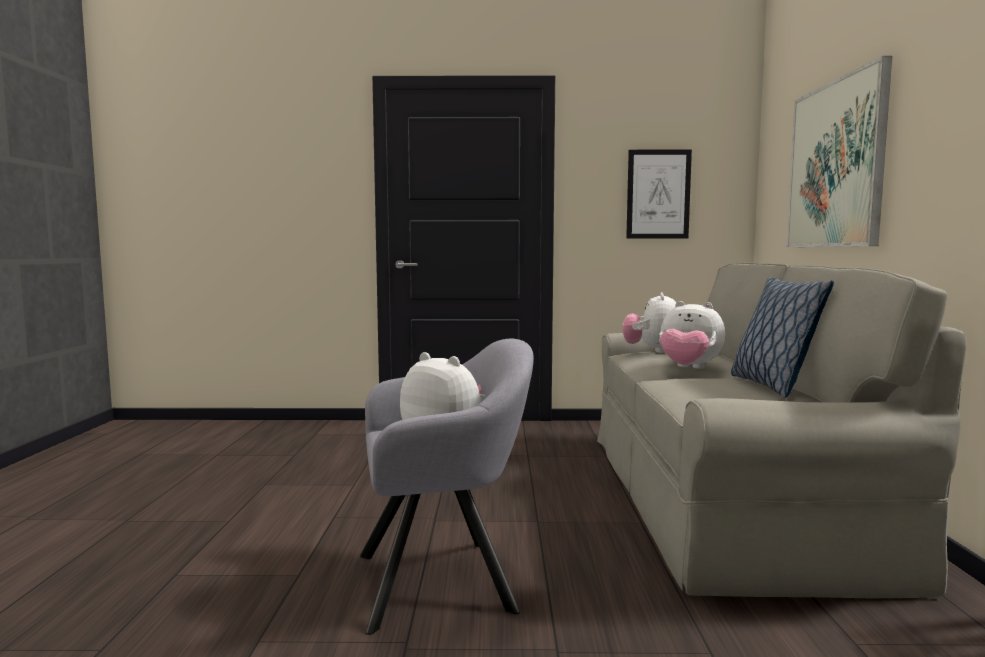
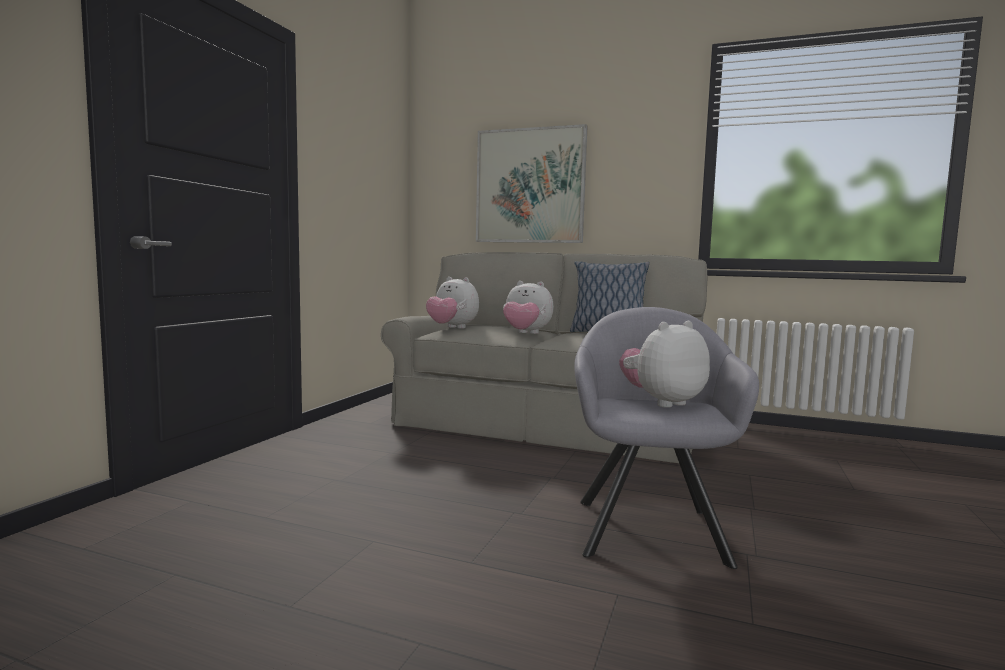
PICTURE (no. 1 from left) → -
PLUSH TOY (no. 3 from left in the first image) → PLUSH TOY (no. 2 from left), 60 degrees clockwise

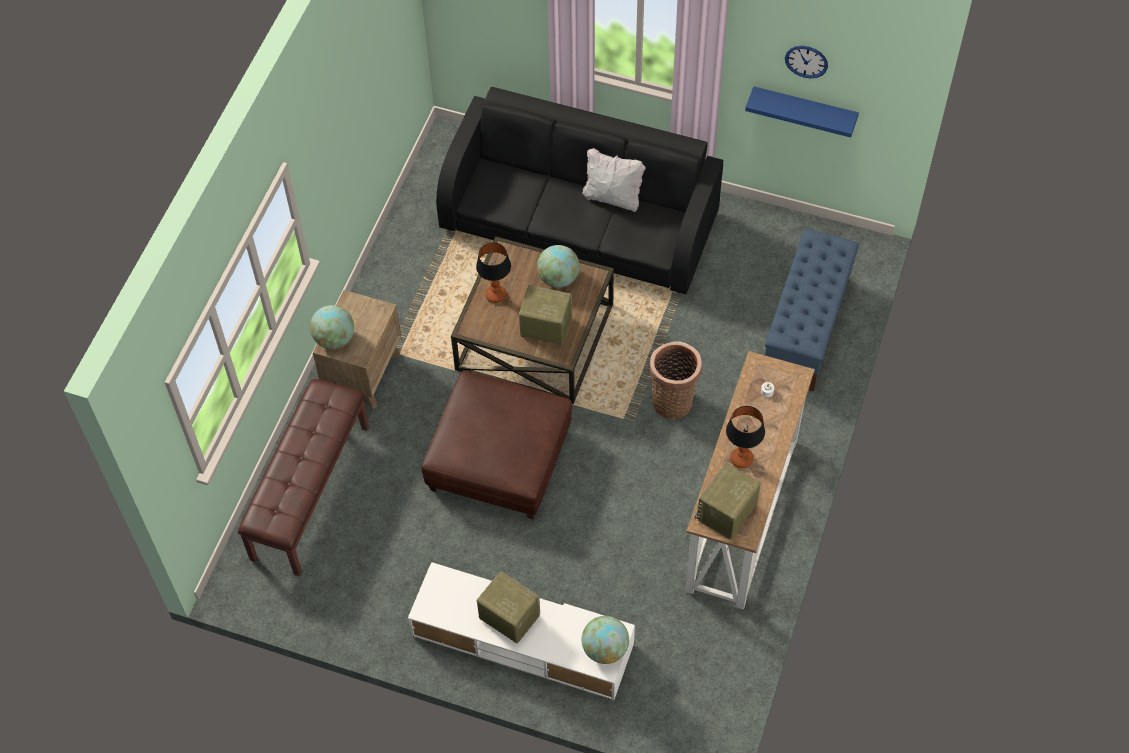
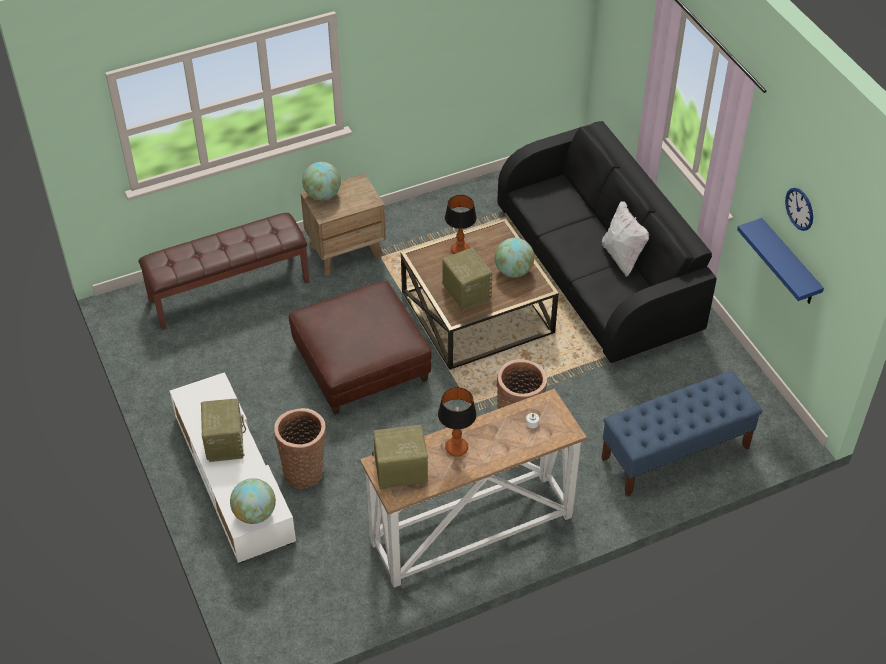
- → BASKET (no. 1 from left)

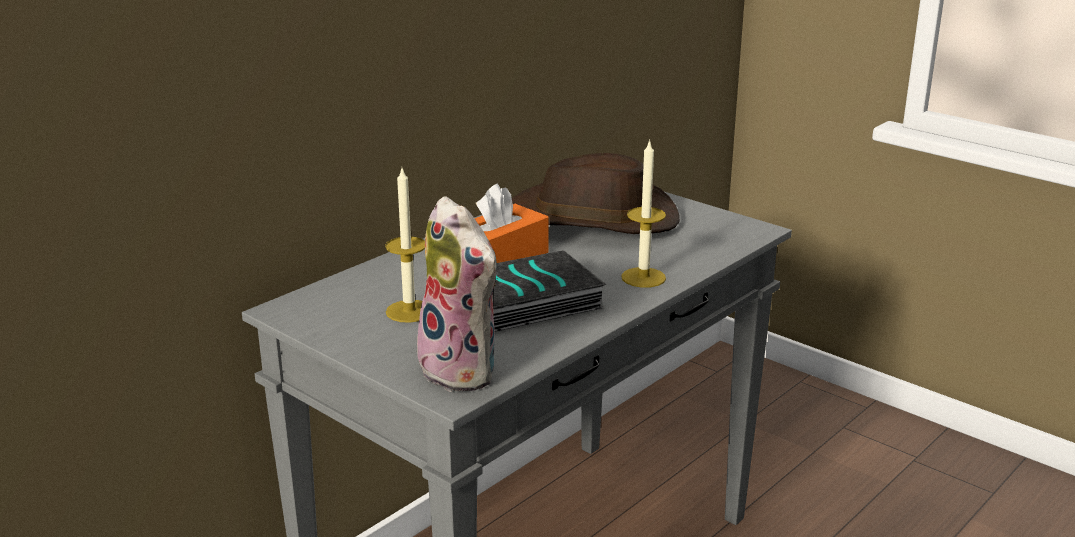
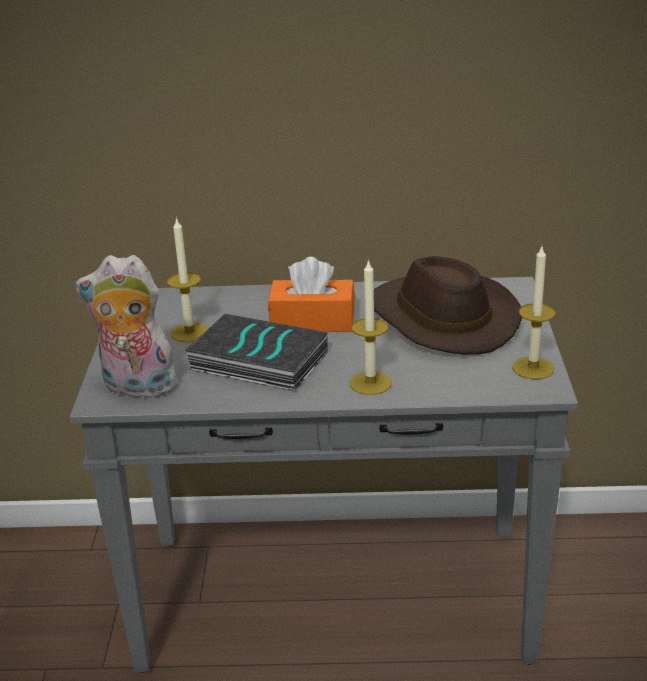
PLUSH TOY, 90 degrees clockwise
- → CANDLE (no. 3 from left)

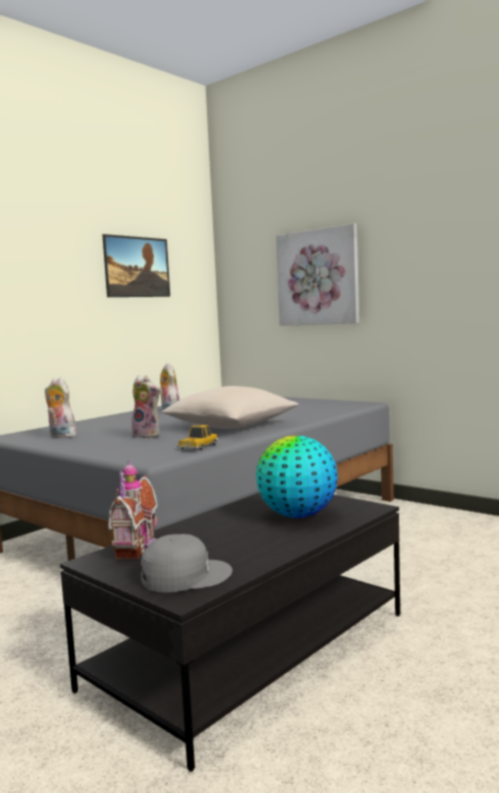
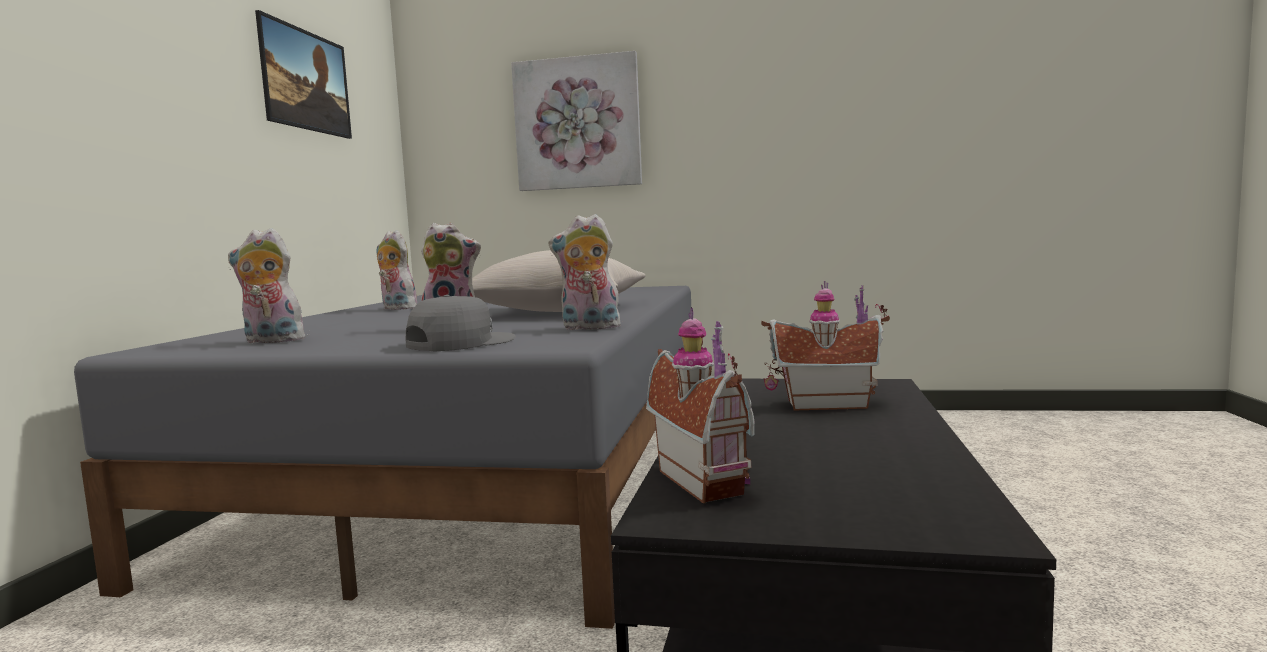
GREY CAP, shifted
TOY CAR → PLUSH TOY (no. 4 from left)
GLOBE → TOY HOUSE (no. 2 from left)

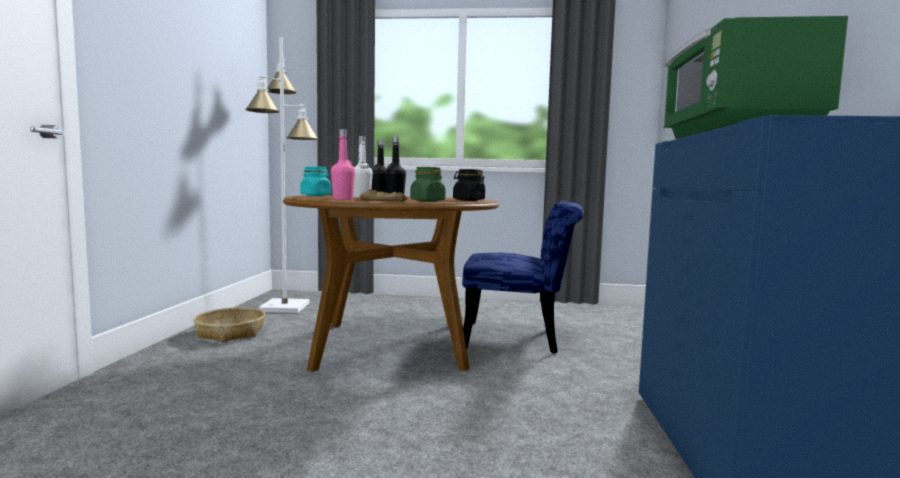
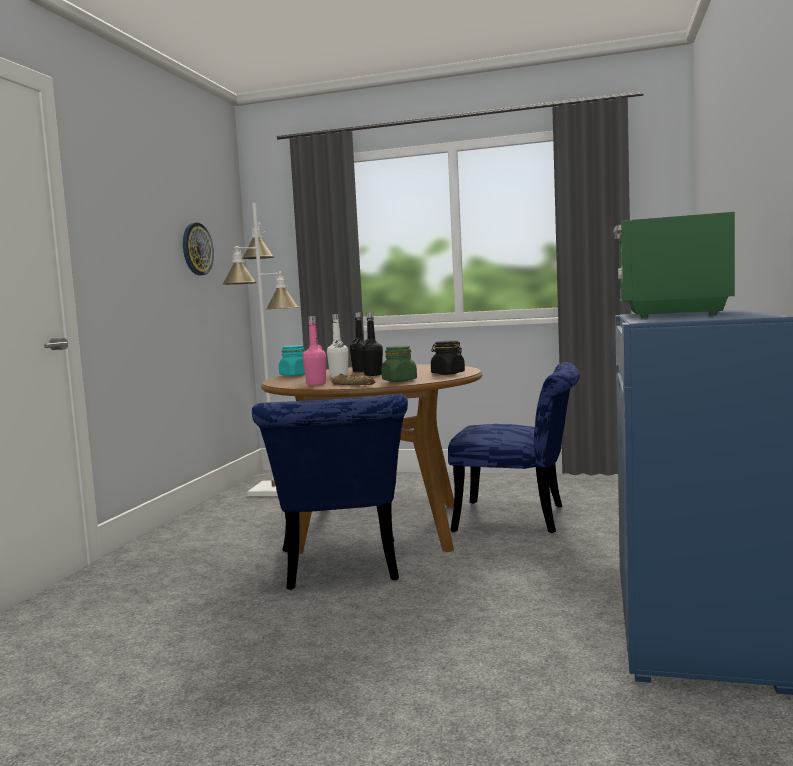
BASKET → -
- → WALL CLOCK
- → BLUE CHAIR (no. 1 from left)

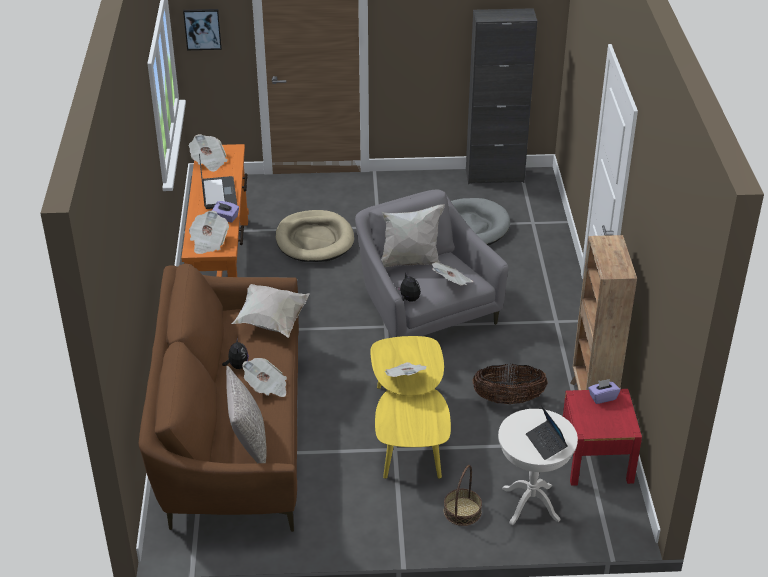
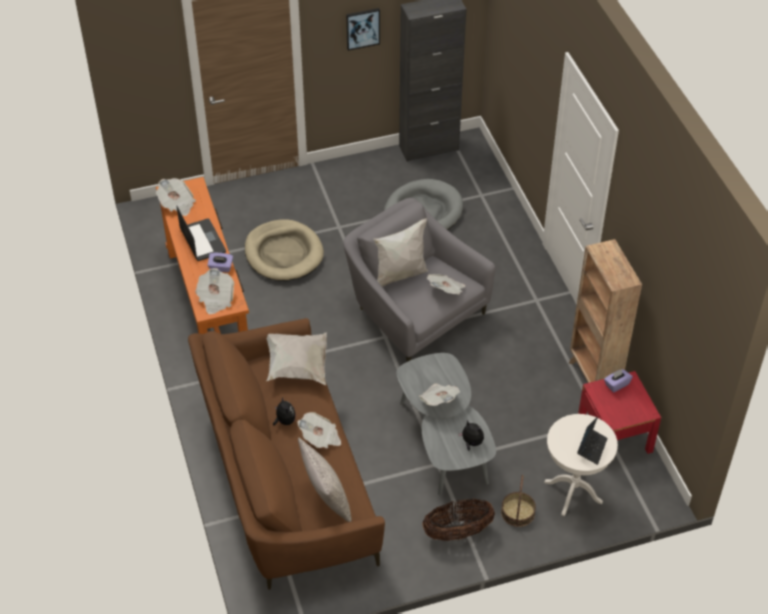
PICTURE, shifted
YELLOW COFFEE TABLE → GREY COFFEE TABLE
PLUSH TOY (no. 2 from left), shifted
BASKET (no. 2 from left in the first image) → BASKET (no. 1 from left), shifted
LAPTOP (no. 2 from left), 120 degrees counterclockwise

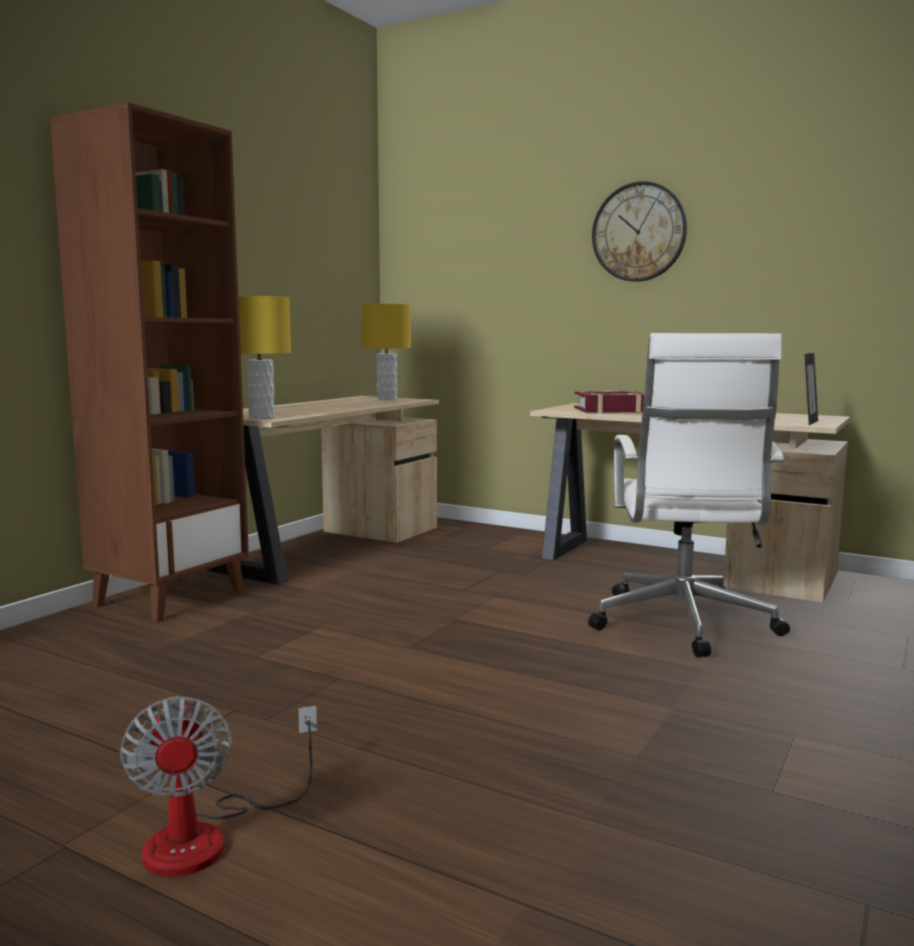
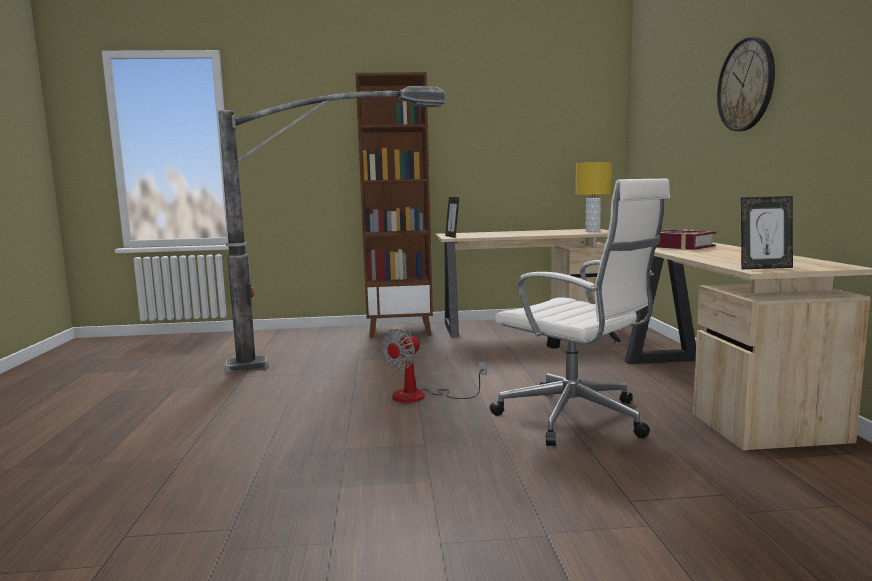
FAN, shifted
YELLOW TABLE LAMP (no. 1 from left) → PICTURE FRAME (no. 1 from left)
WHITE OFFICE CHAIR, 105 degrees counterclockwise
- → FLOOR LAMP

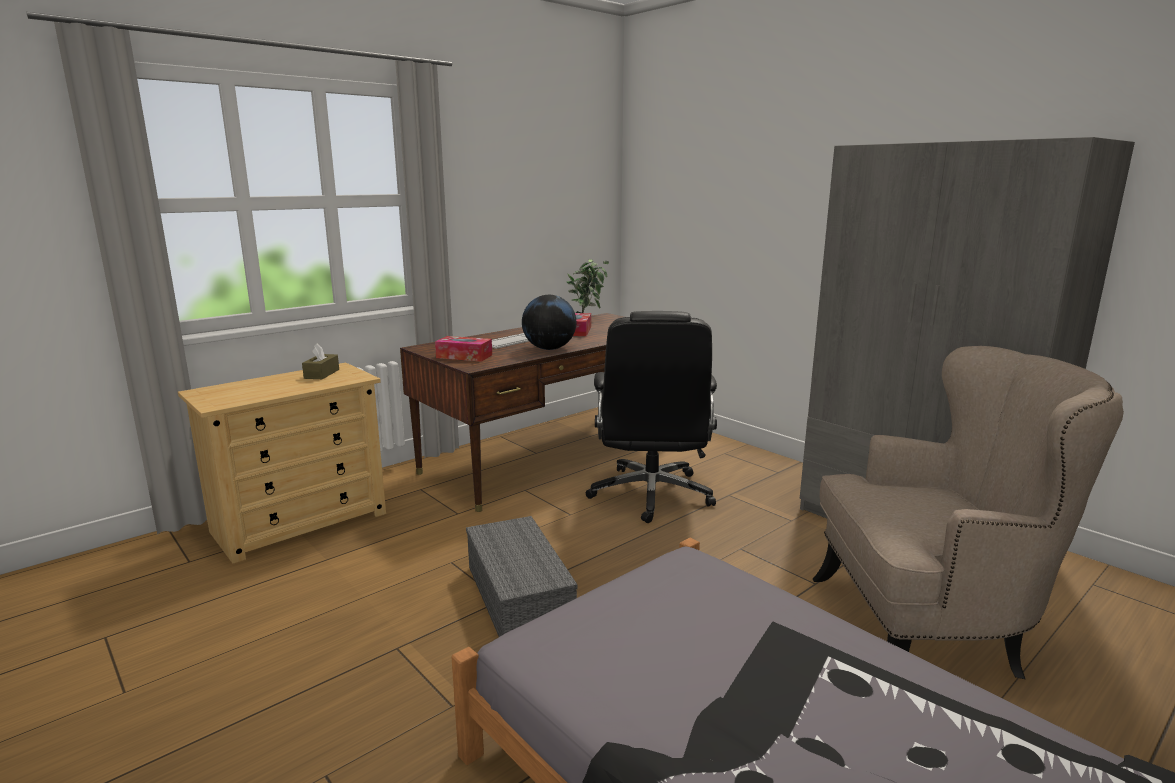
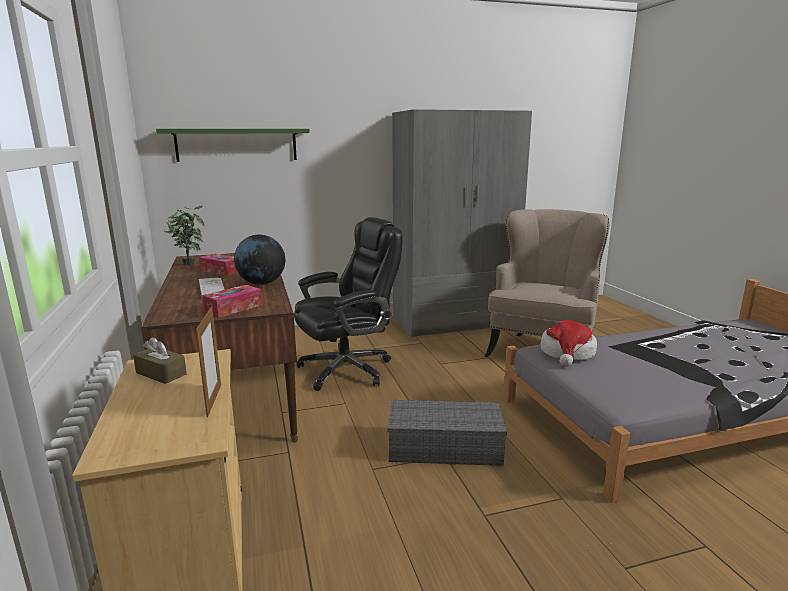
BLACK OFFICE CHAIR, 60 degrees counterclockwise
- → GREEN SHELF
- → PICTURE FRAME
- → HAT

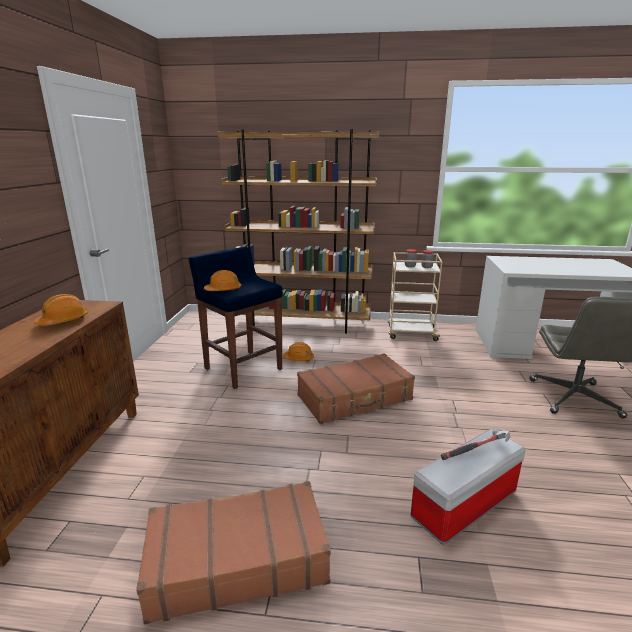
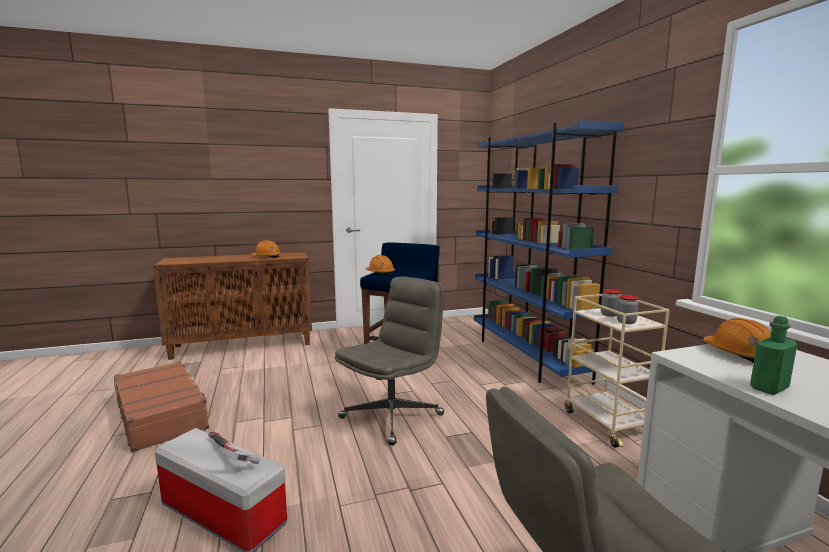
BROWN BOOKCASE → BLUE BOOKCASE
ORANGE HARD HAT (no. 3 from left), shifted
BROWN SUITCASE (no. 2 from left) → GREY OFFICE CHAIR (no. 1 from left)
- → GREEN BOTTLE

